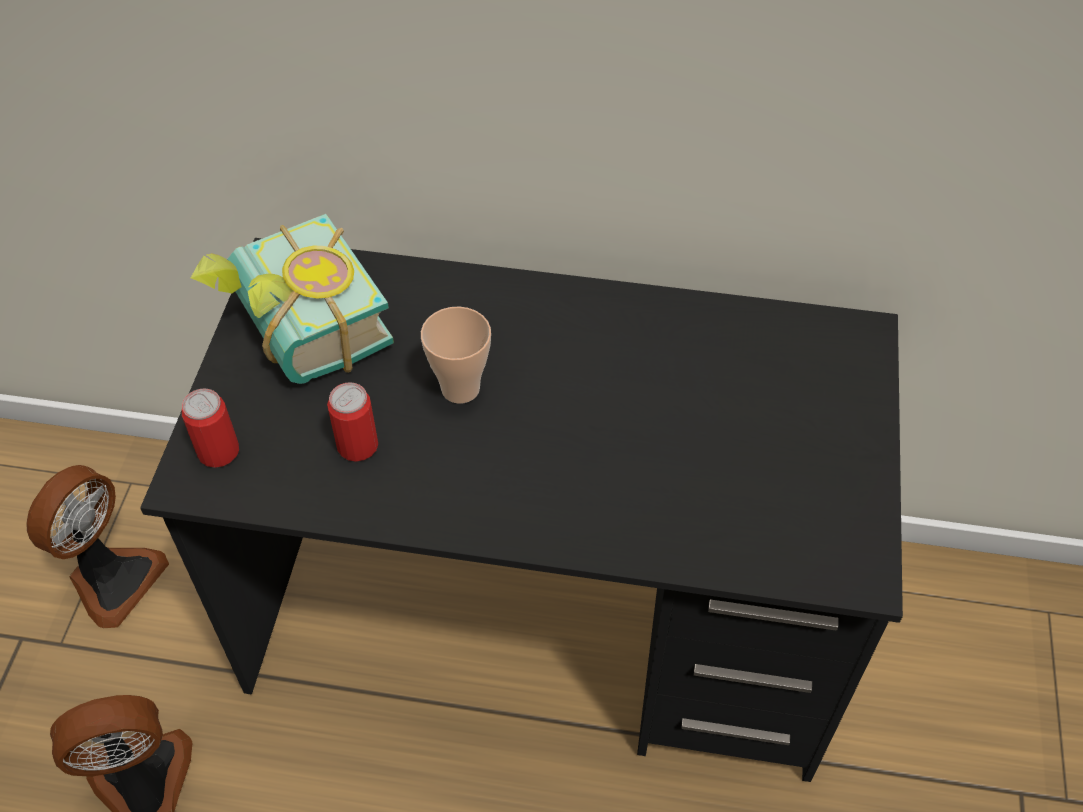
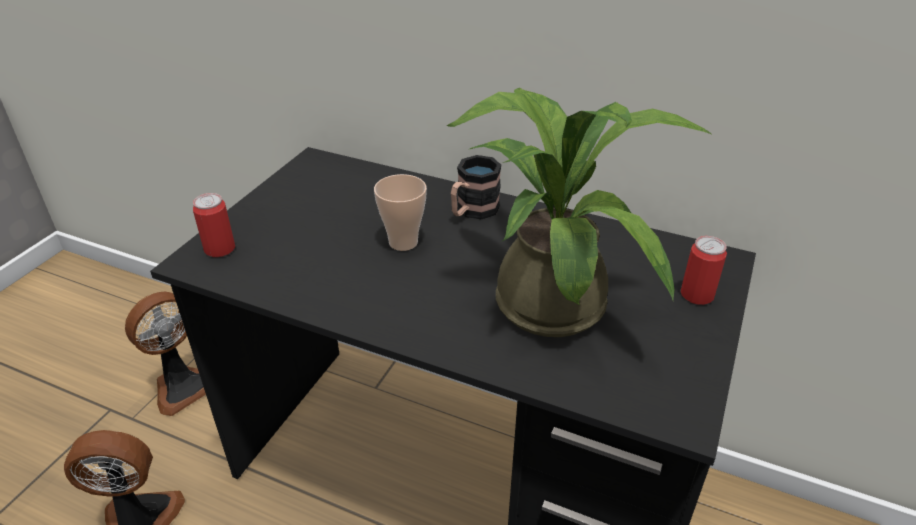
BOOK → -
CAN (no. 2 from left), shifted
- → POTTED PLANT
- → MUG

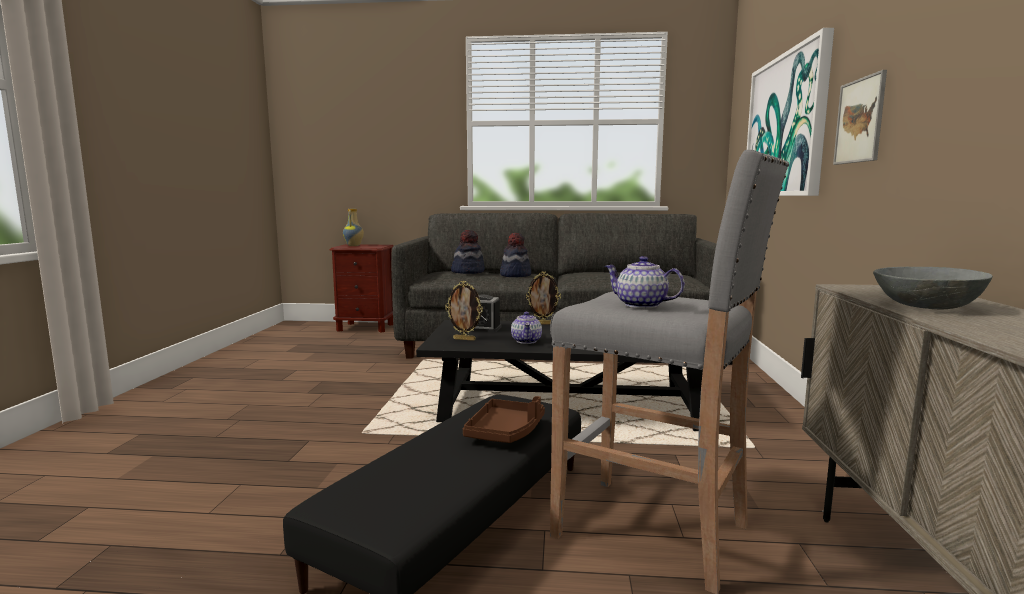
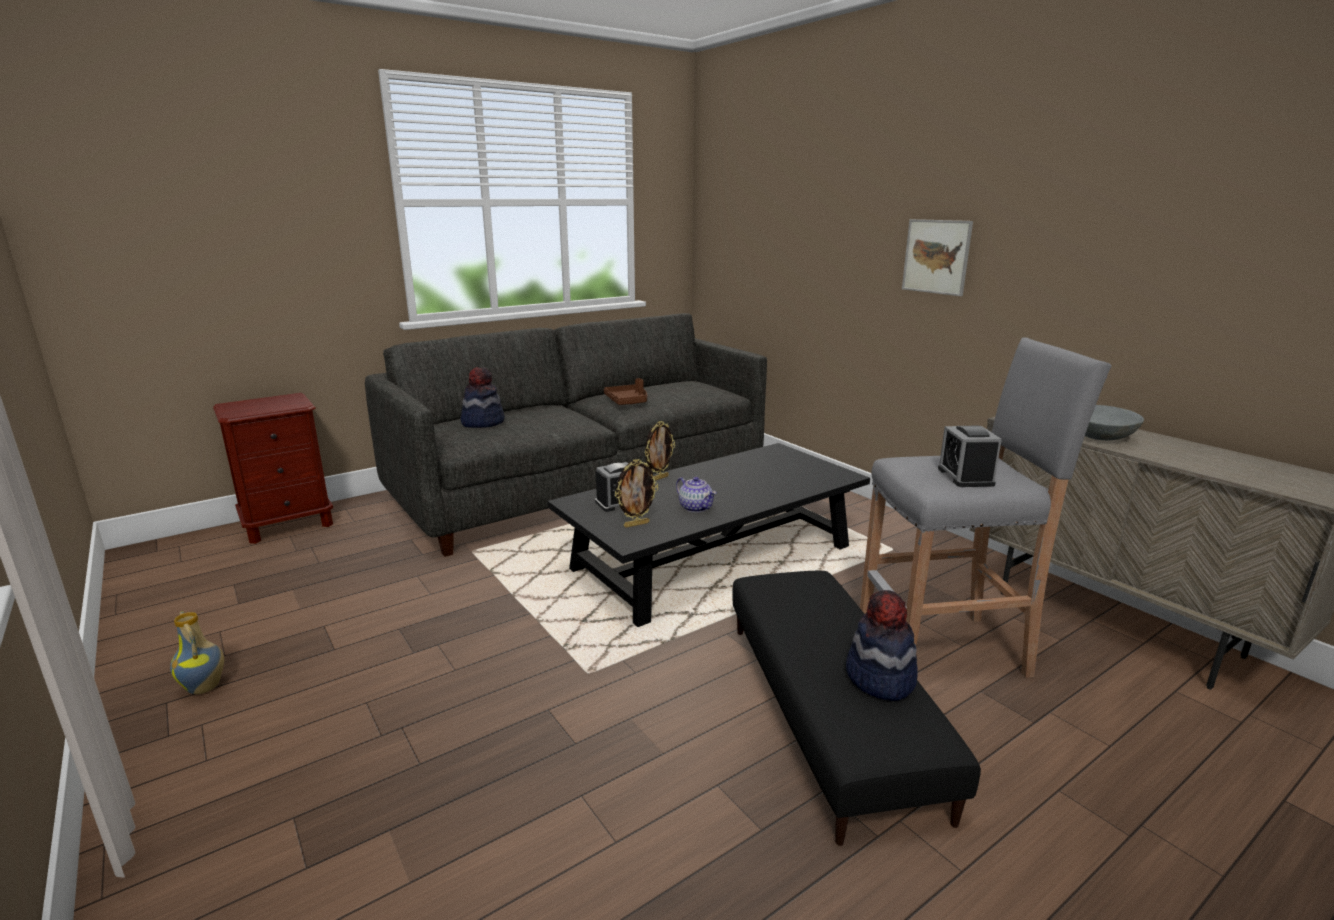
VASE, shifted
BROWN TRAY, shifted
HAT (no. 2 from left), shifted
TEAPOT (no. 2 from left) → ALARM CLOCK (no. 2 from left)
PICTURE (no. 1 from left) → -

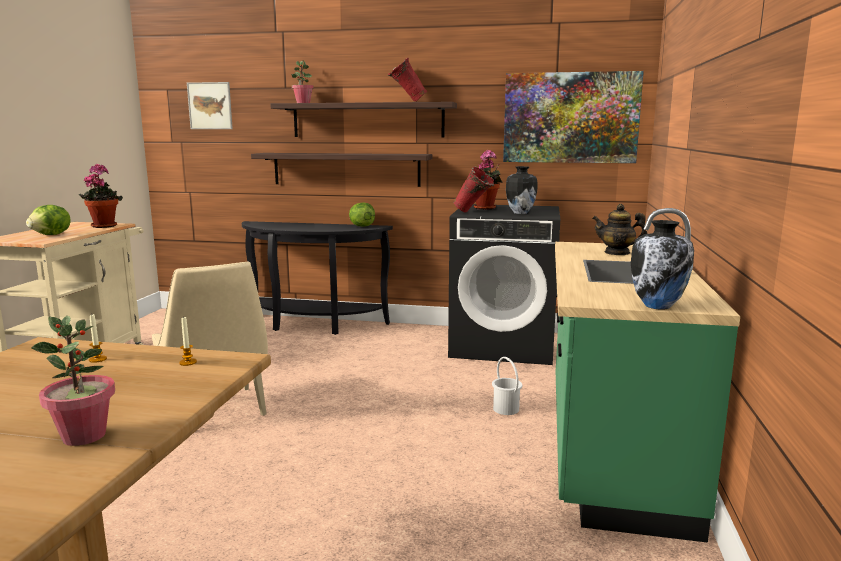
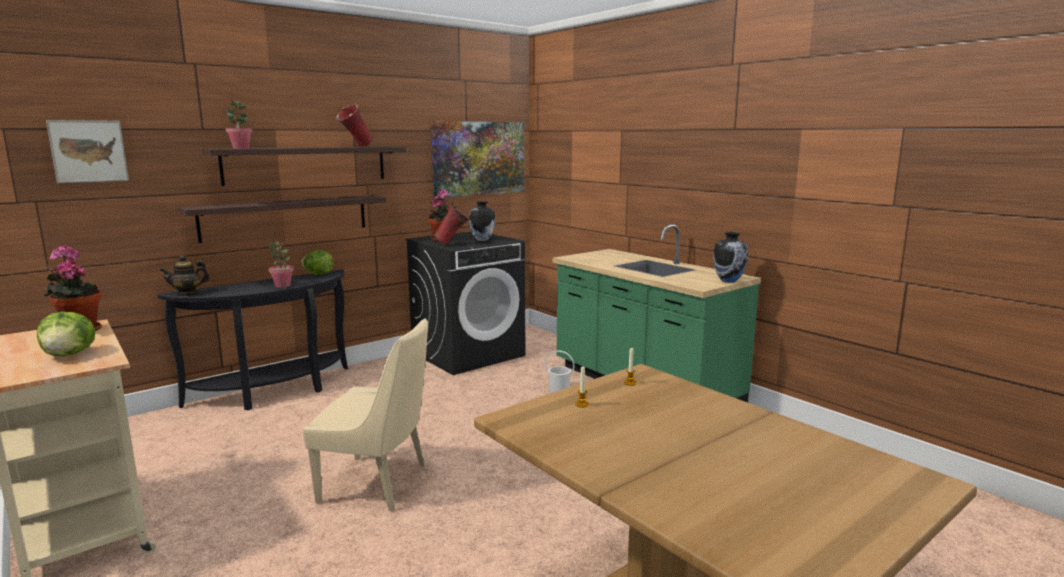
POTTED PLANT (no. 1 from left in the first image) → POTTED PLANT (no. 3 from left), shifted
TEAPOT, shifted

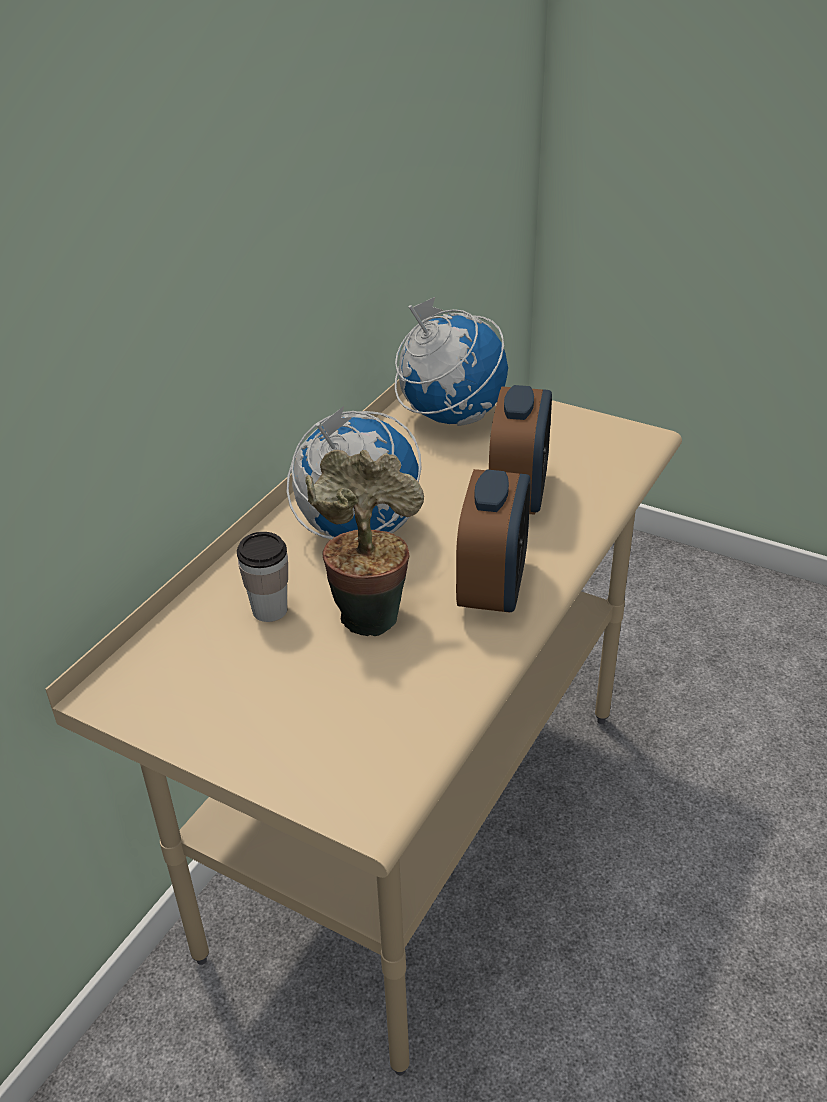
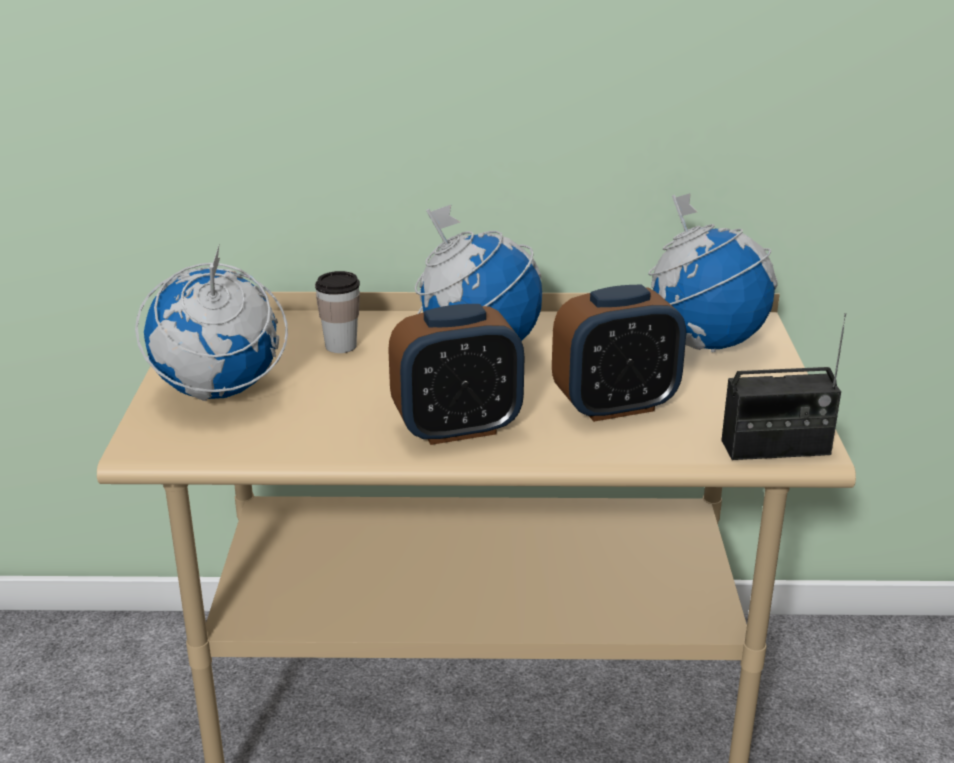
POTTED PLANT → -
- → GLOBE (no. 1 from left)
- → RADIO

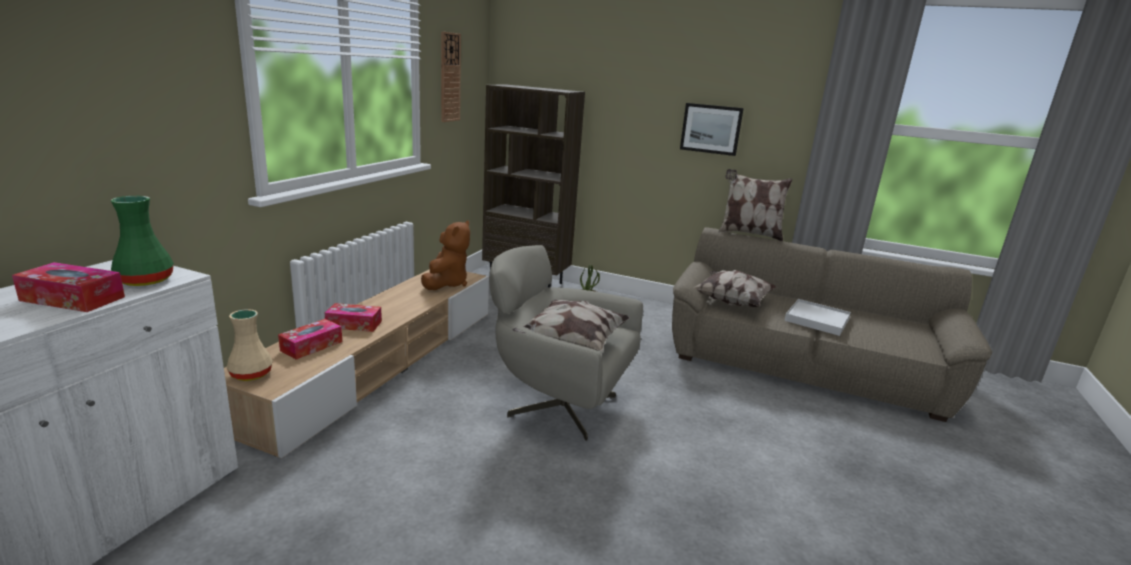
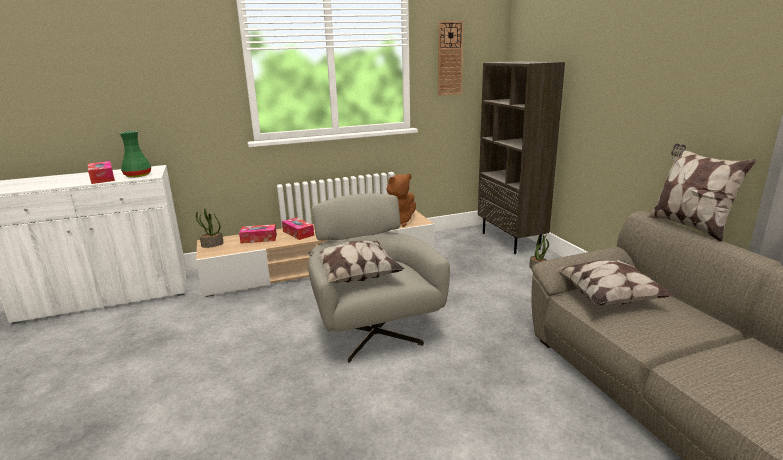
BEIGE VASE → POTTED PLANT (no. 1 from left)
PICTURE → -
WHITE TRAY → -

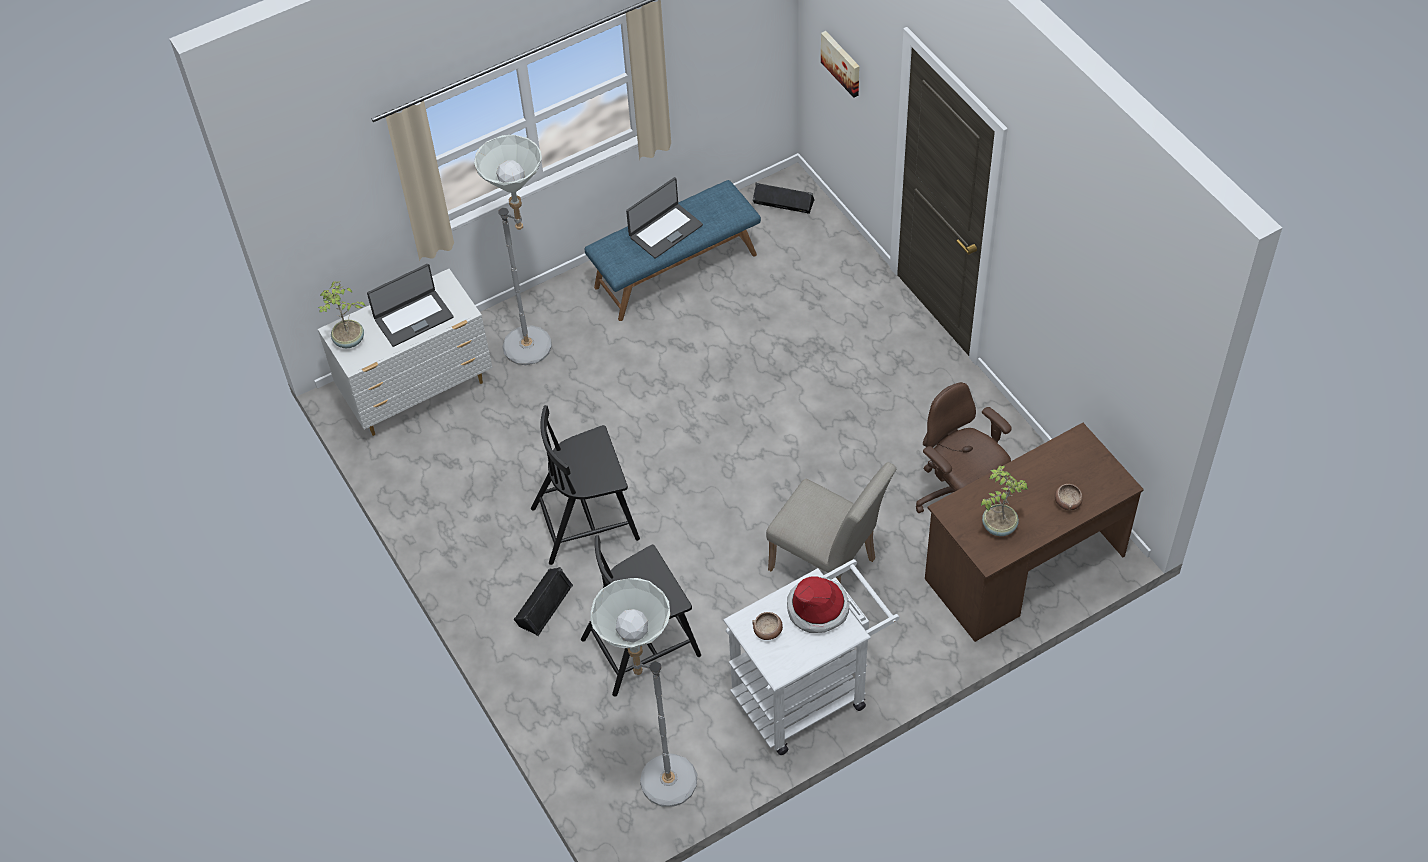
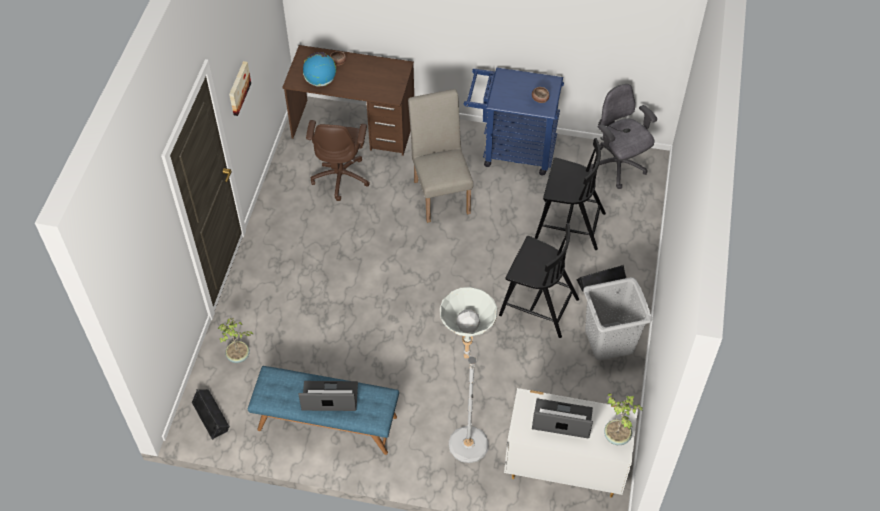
GREY FLOOR LAMP (no. 2 from left) → GREY OFFICE CHAIR
WHITE CART → BLUE CART
HAT → -
PICTURE, shifted
POTTED PLANT (no. 2 from left in the first image) → POTTED PLANT (no. 1 from left), shifted
- → GLOBE
- → GREY LAUNDRY BASKET

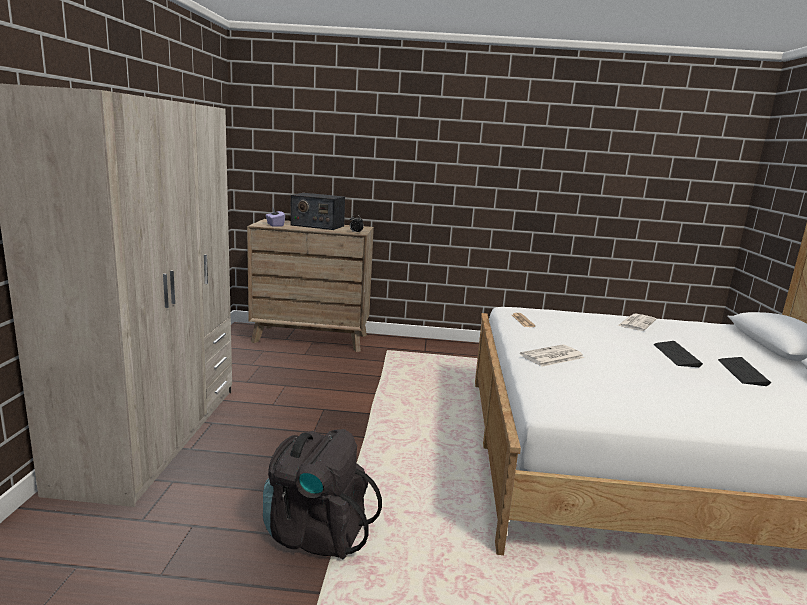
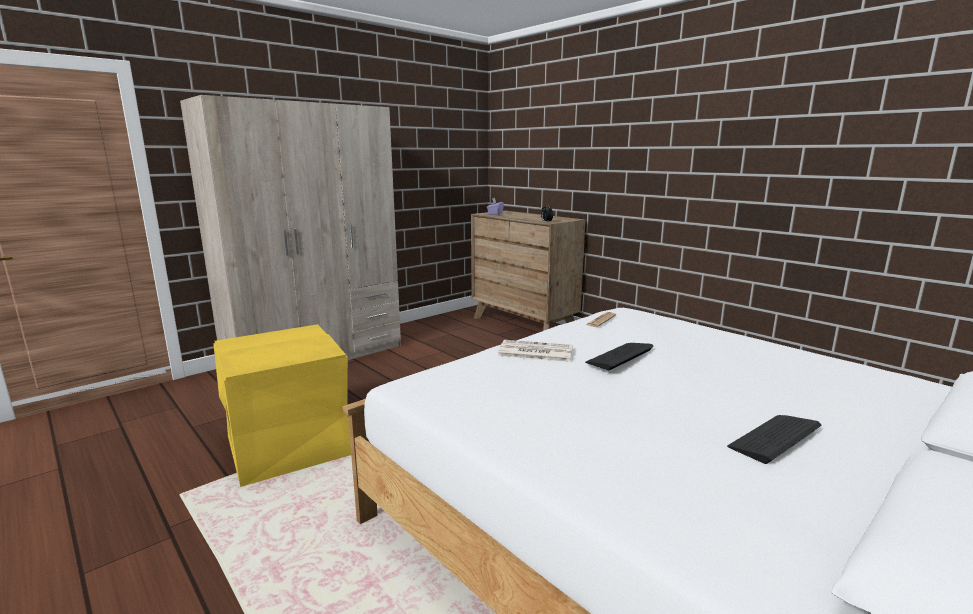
BLACK BACKPACK → YELLOW STORAGE BOX
RADIO → -
NEWSPAPER (no. 3 from left) → -
KEYBOARD (no. 1 from left), shifted

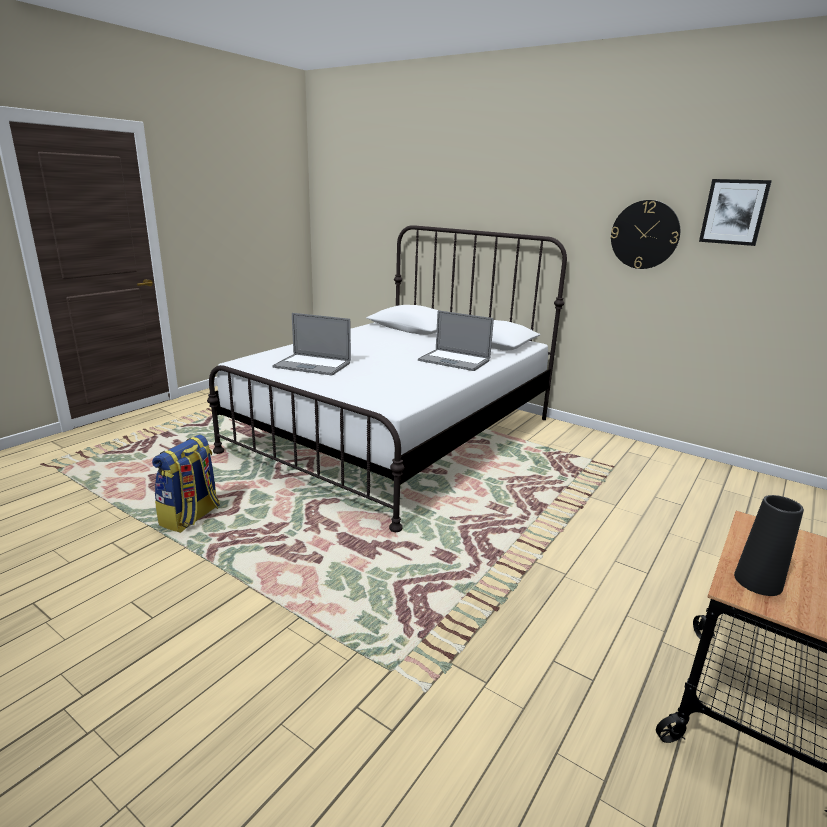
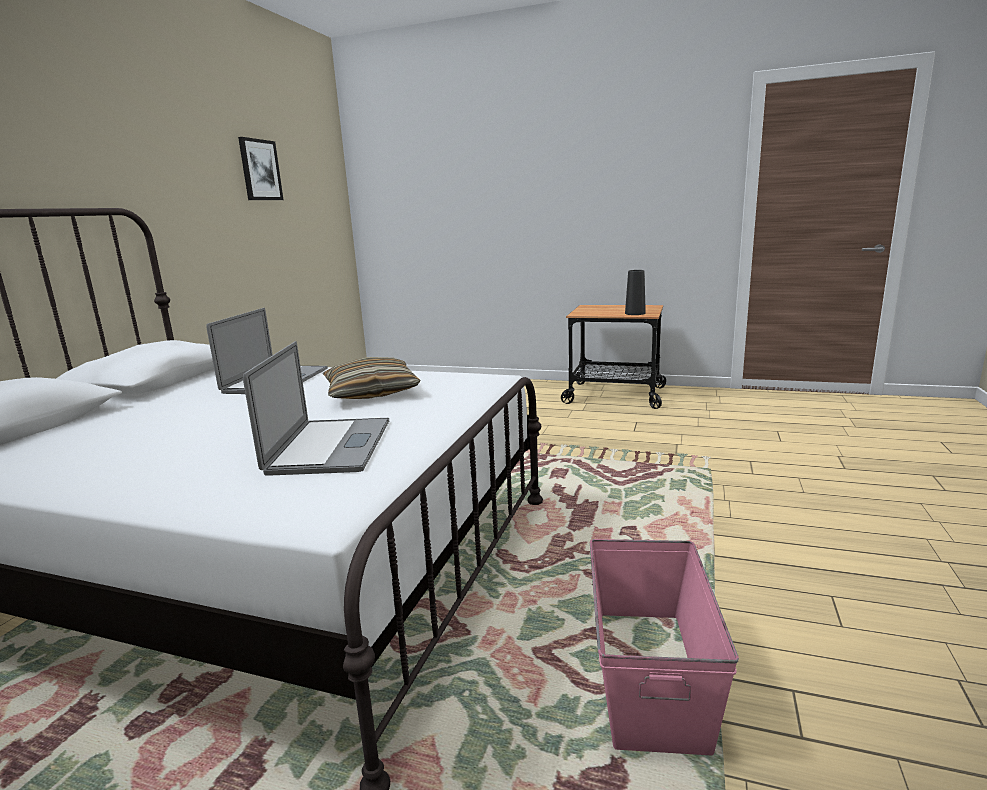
BACKPACK → PINK STORAGE BOX
WALL CLOCK → -
- → PILLOW

